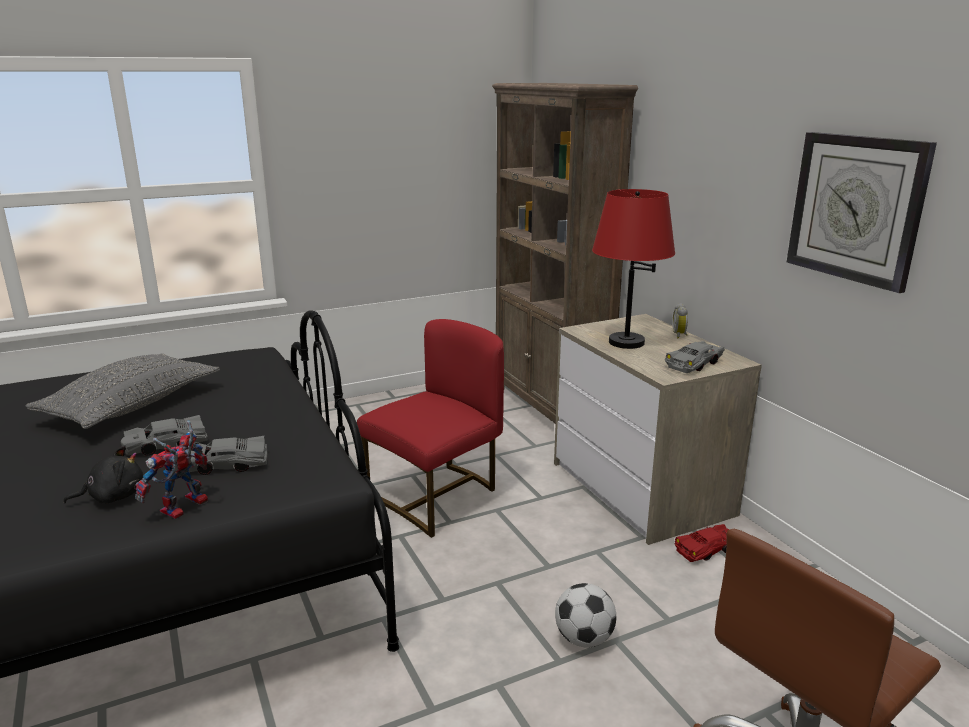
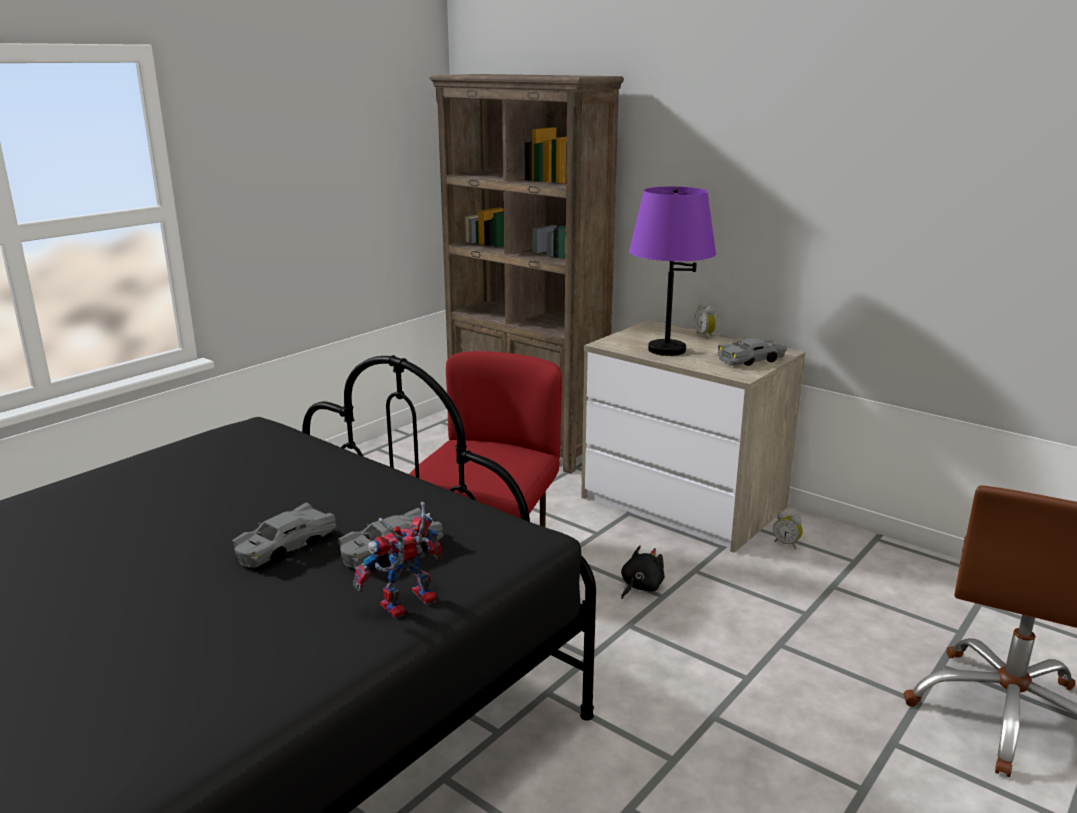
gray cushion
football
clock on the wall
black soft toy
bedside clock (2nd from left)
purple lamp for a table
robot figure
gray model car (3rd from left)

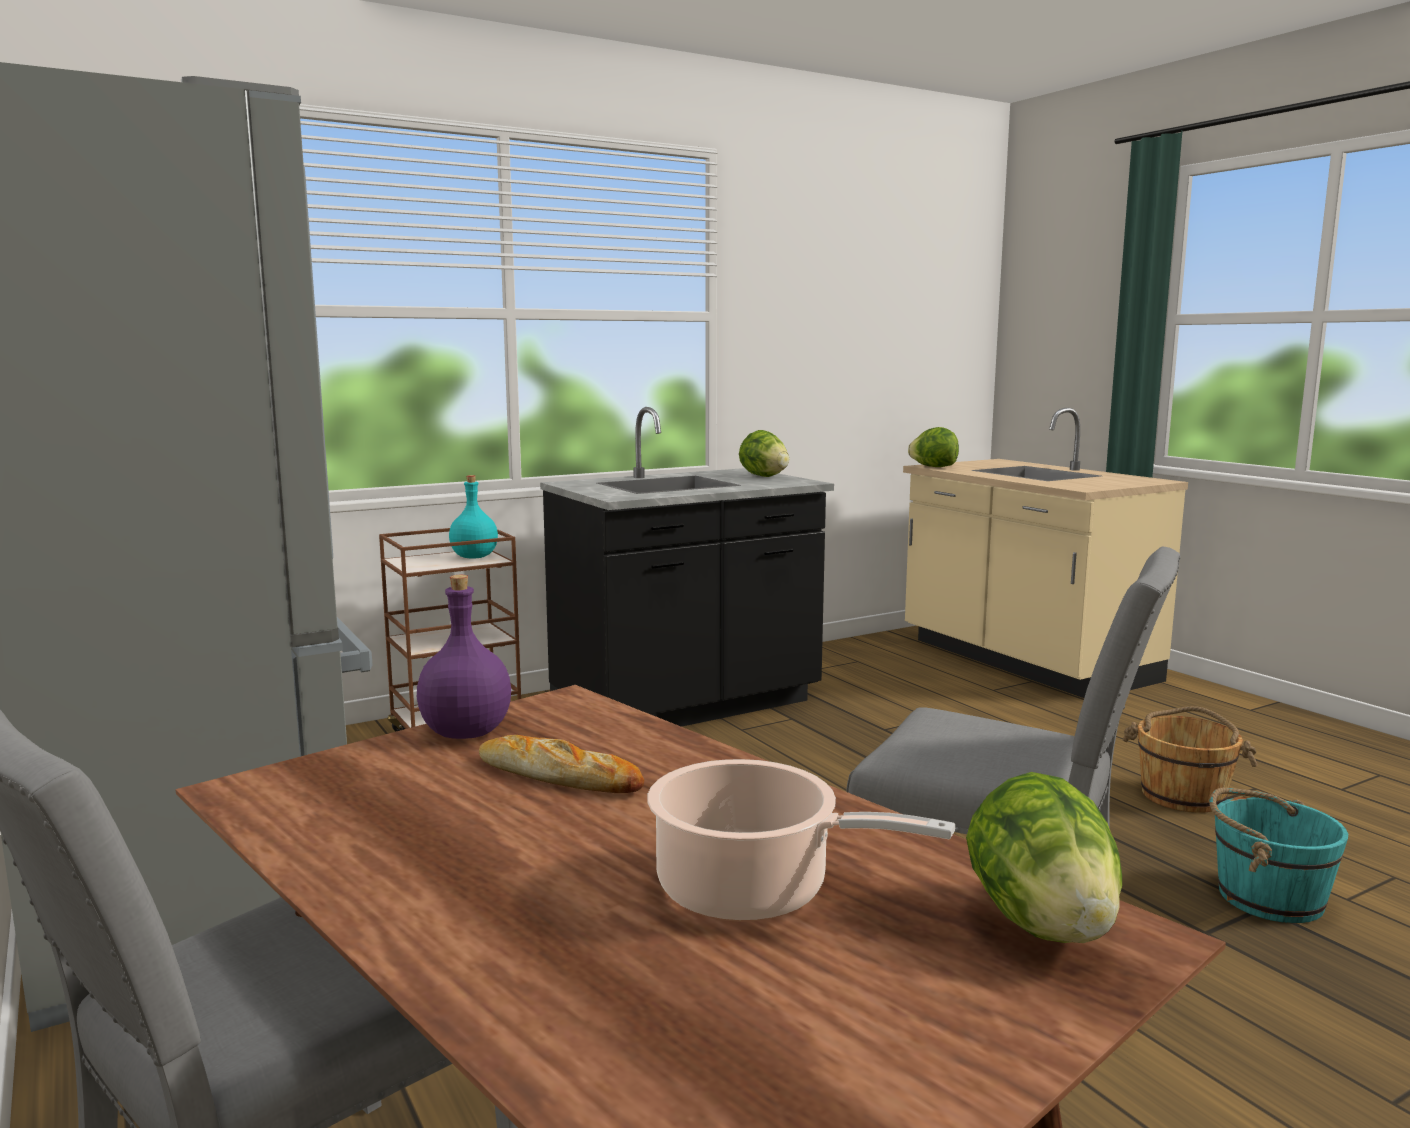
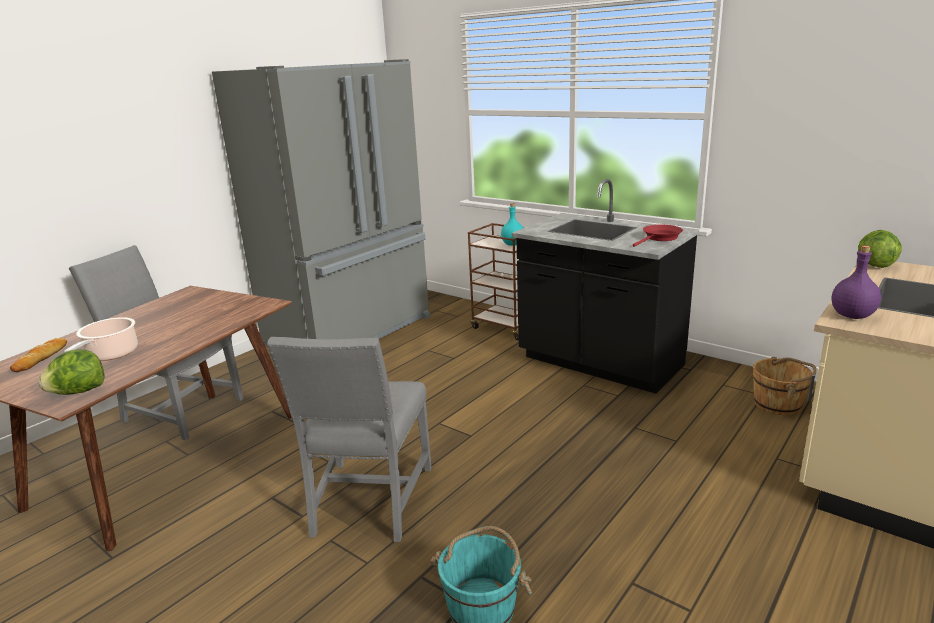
purple drink bottle
bread
brownish bucket
red-coloured skillet

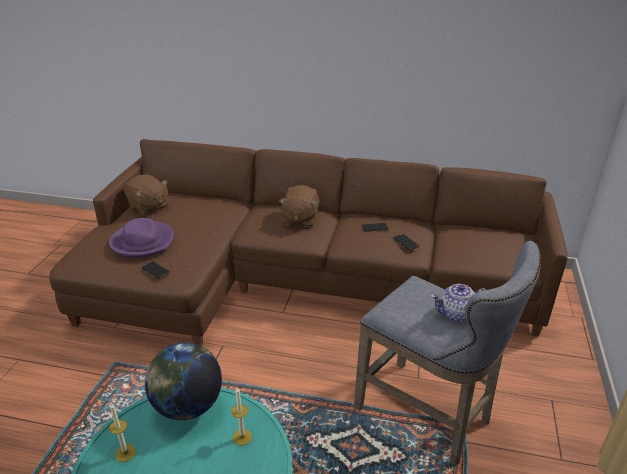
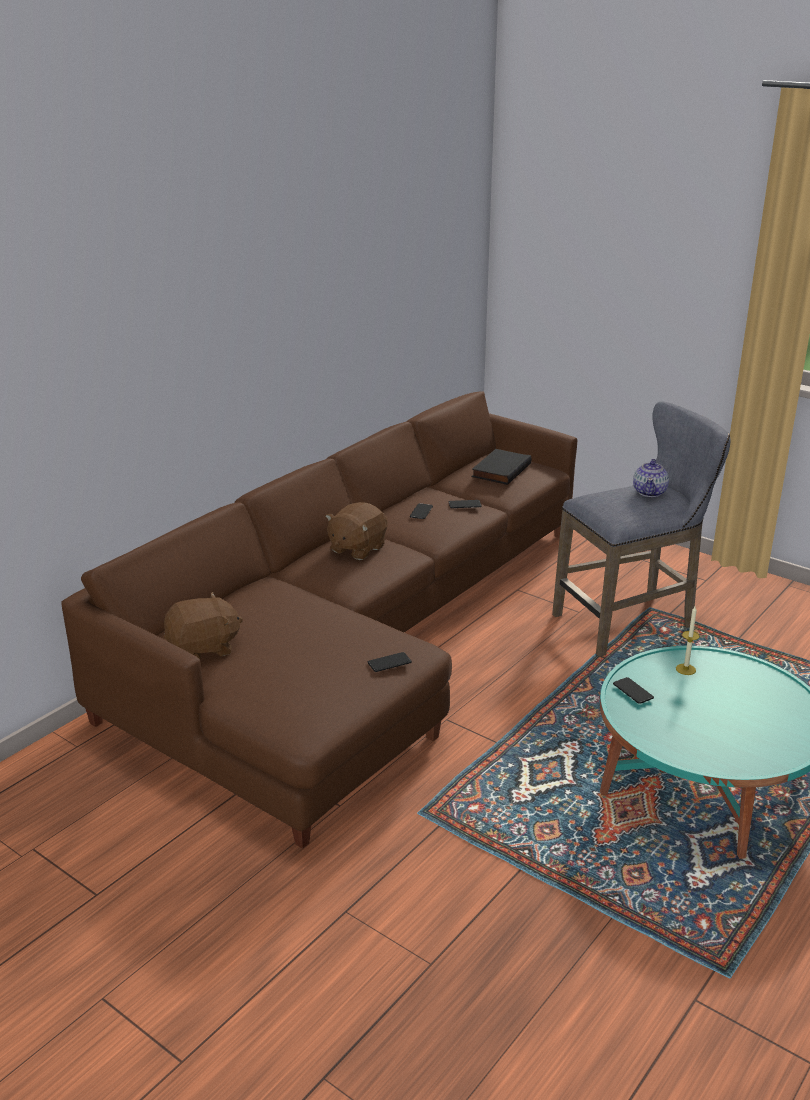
purple clothing hat
candle (1st from left in the first image)
black volume
telephone (4th from left)
brownish soft toy (2nd from left)

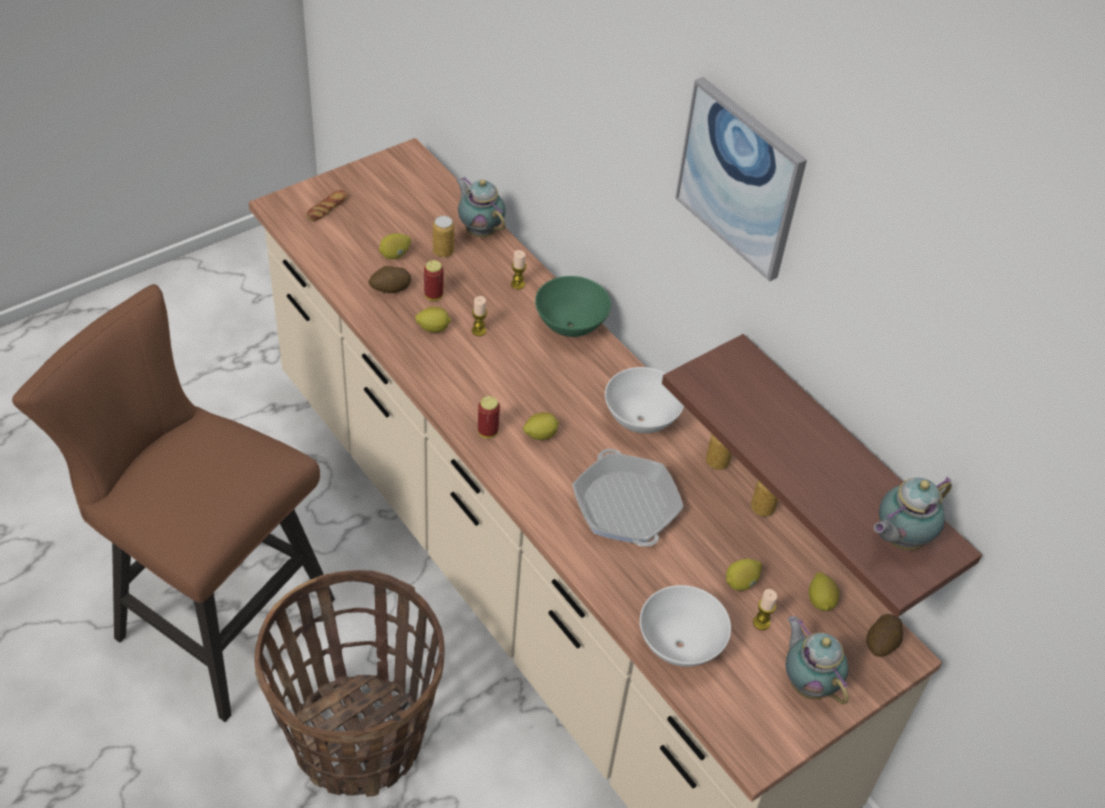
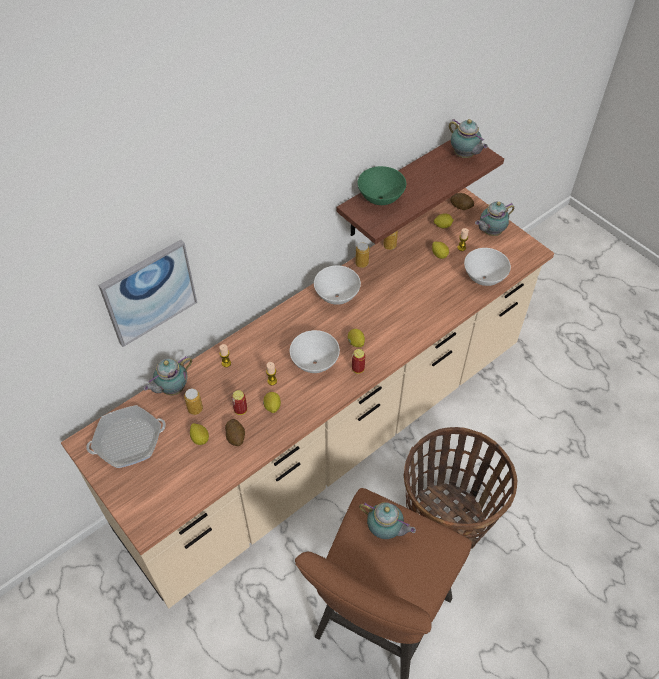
bread
white-coloured bowl (1st from left)
pot for tea (2nd from left)
green-coloured bowl
skillet
wall art

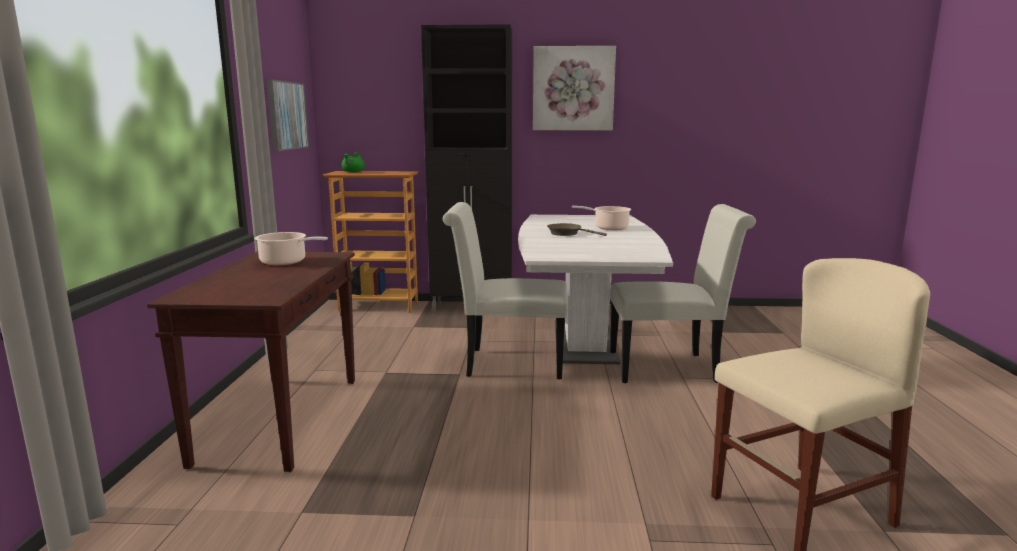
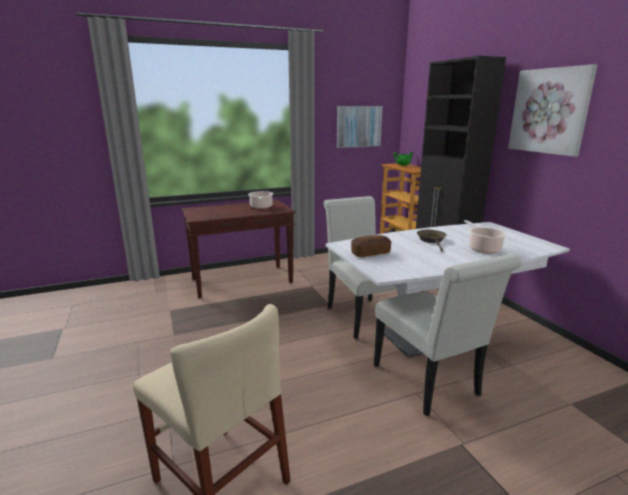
bread

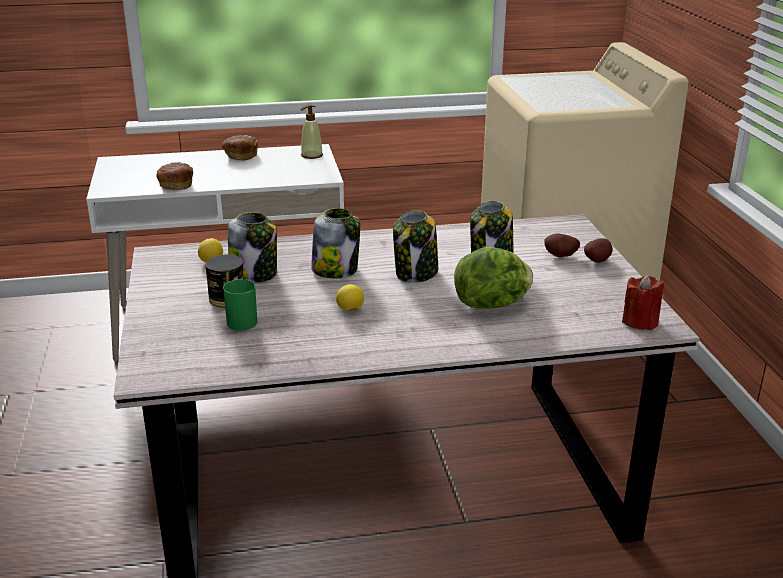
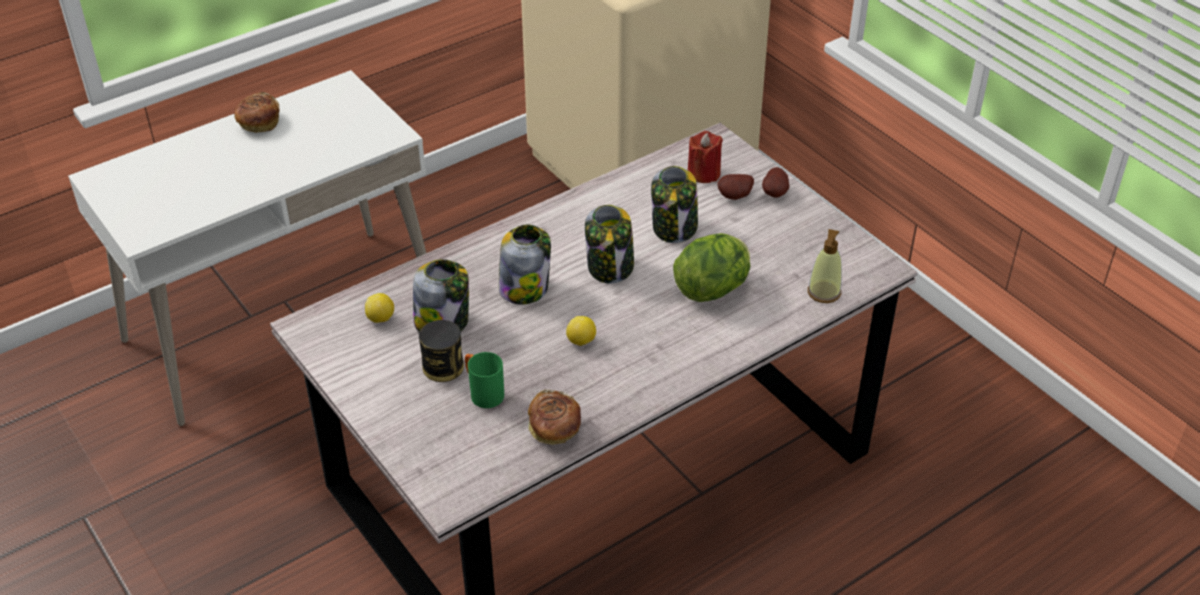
bread (2nd from left)
soap bottle
red-coloured candle

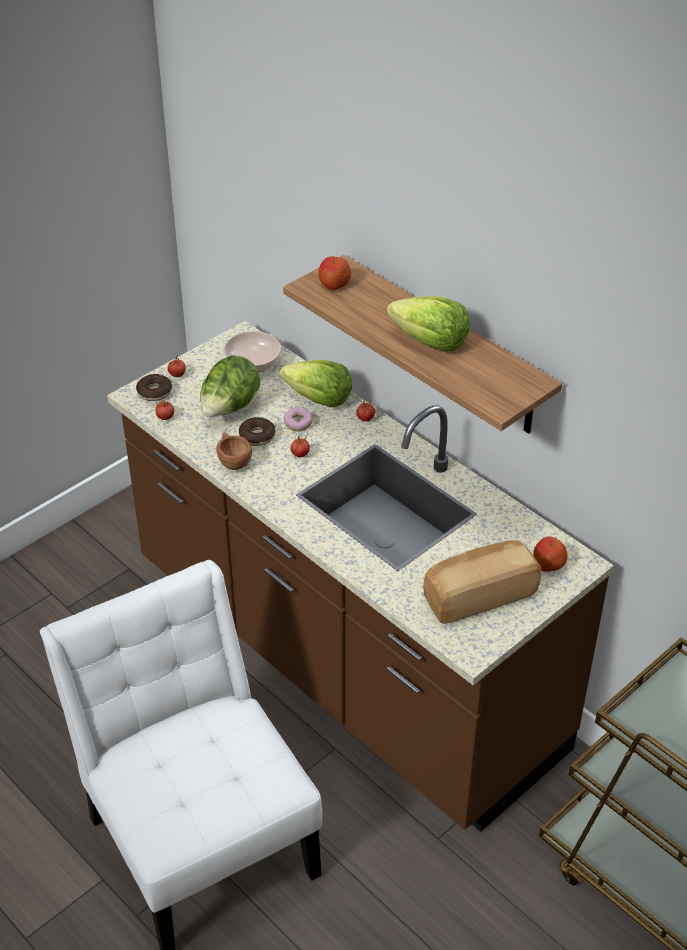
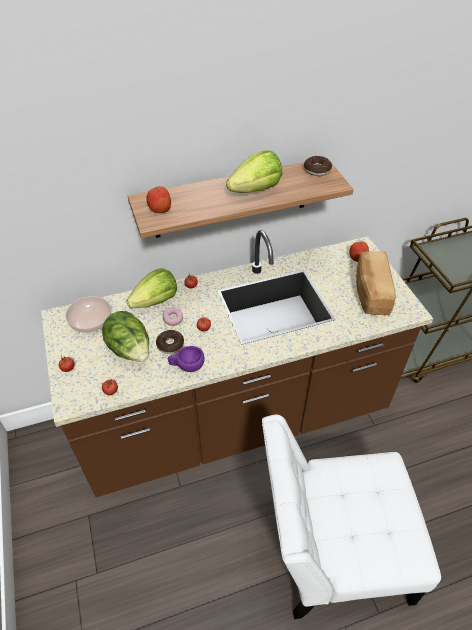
doughnut (3rd from left)
purple drinking cup

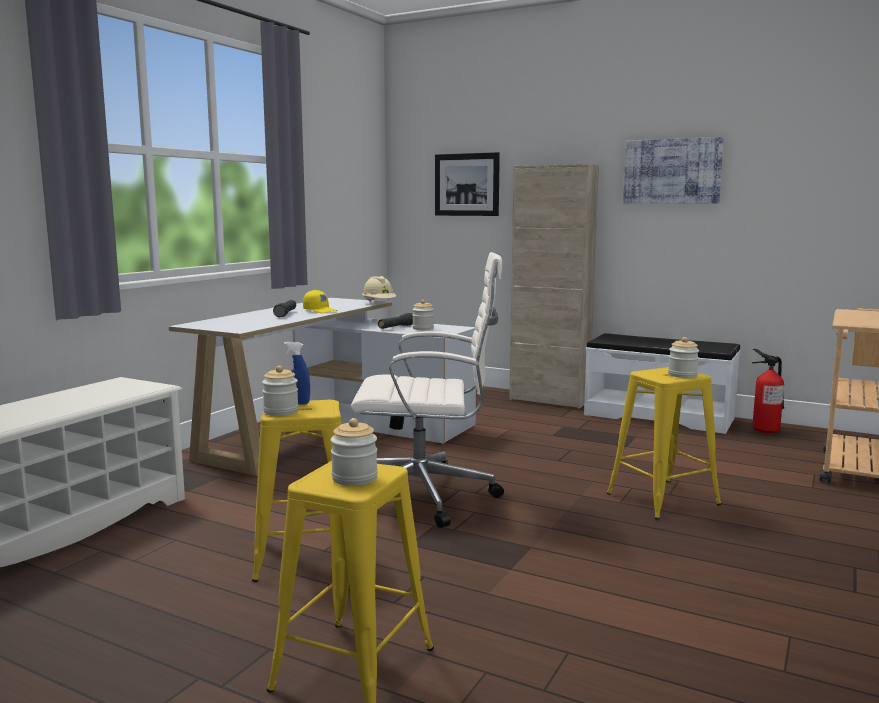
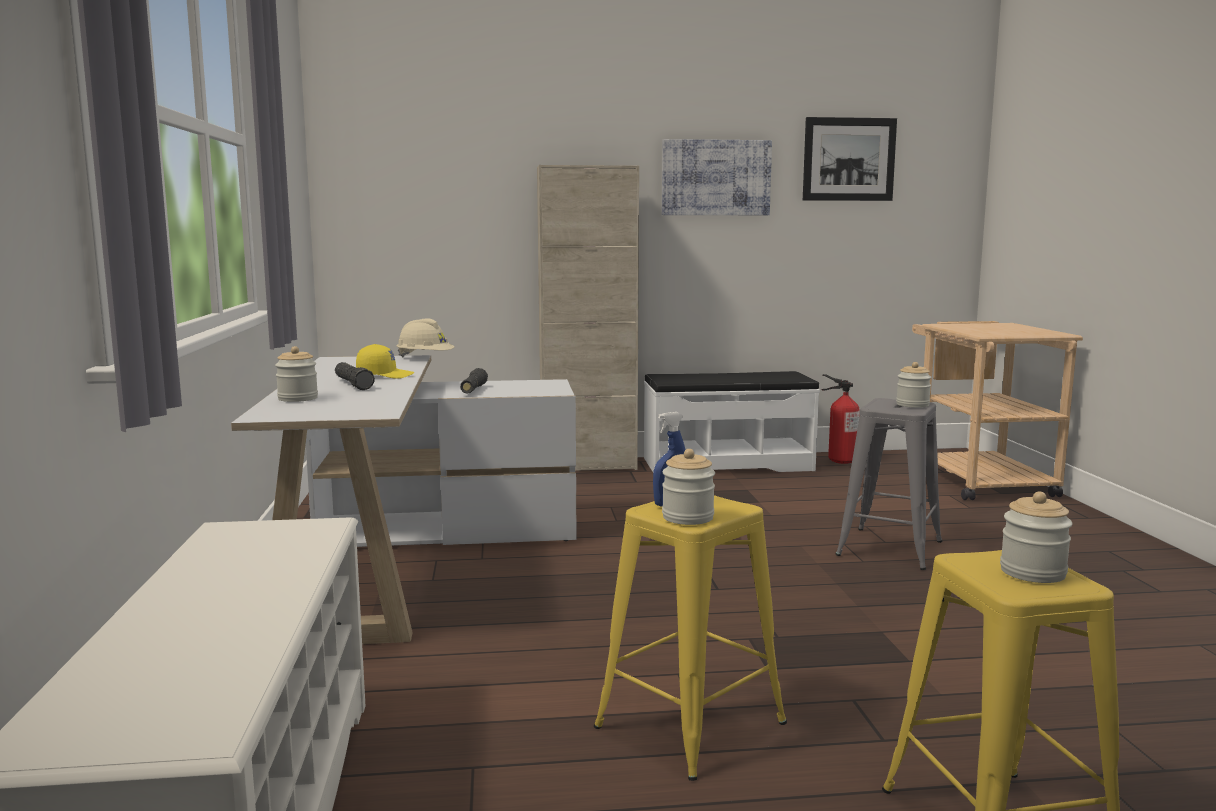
white-coloured desk chair
storage jar (1st from left)
wall art (2nd from left)
gray stool seat

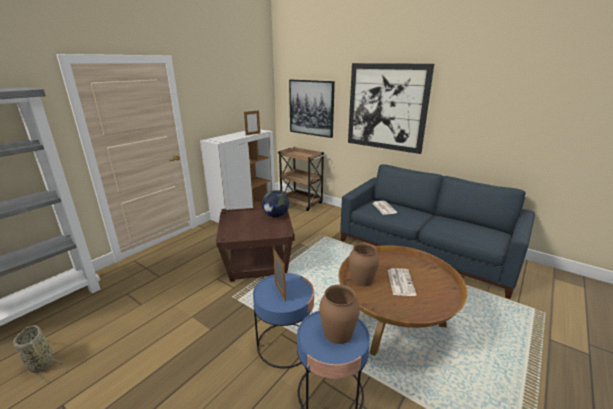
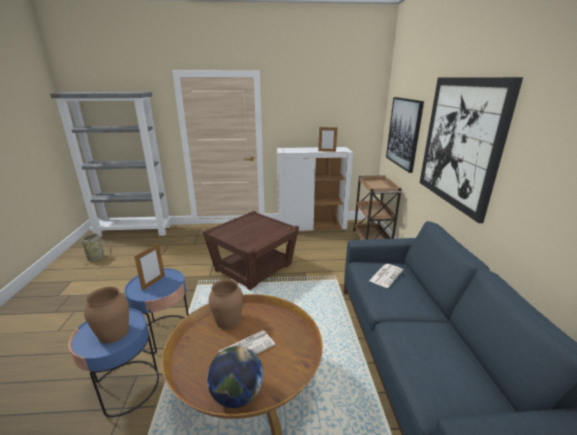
desk globe

